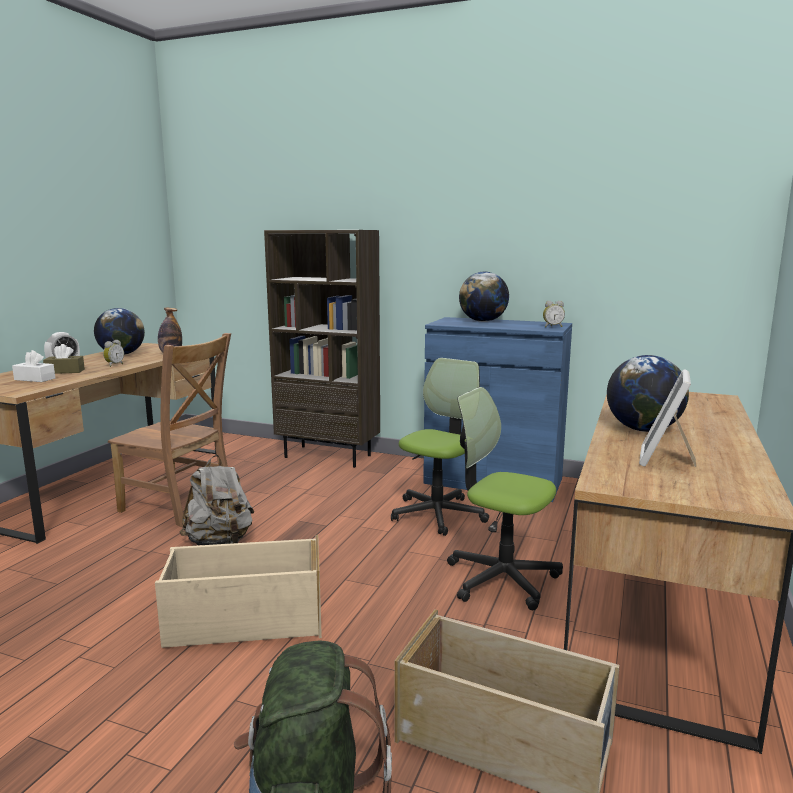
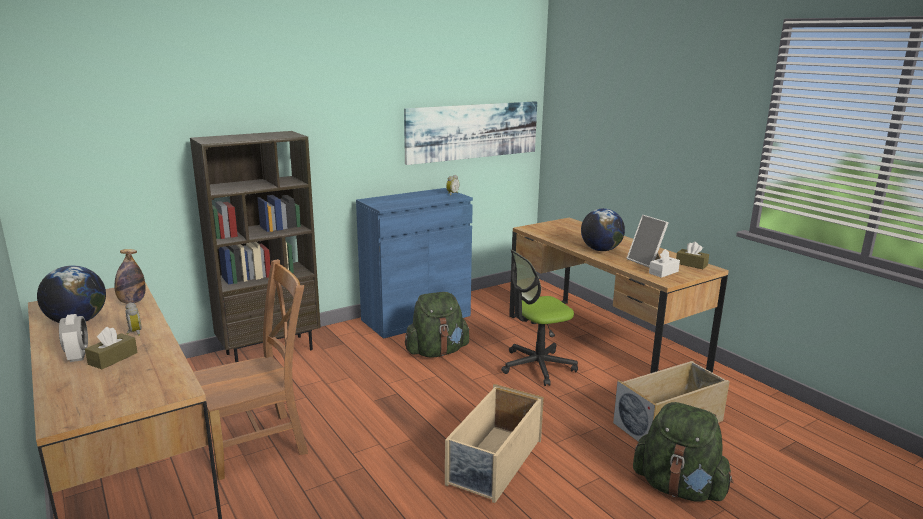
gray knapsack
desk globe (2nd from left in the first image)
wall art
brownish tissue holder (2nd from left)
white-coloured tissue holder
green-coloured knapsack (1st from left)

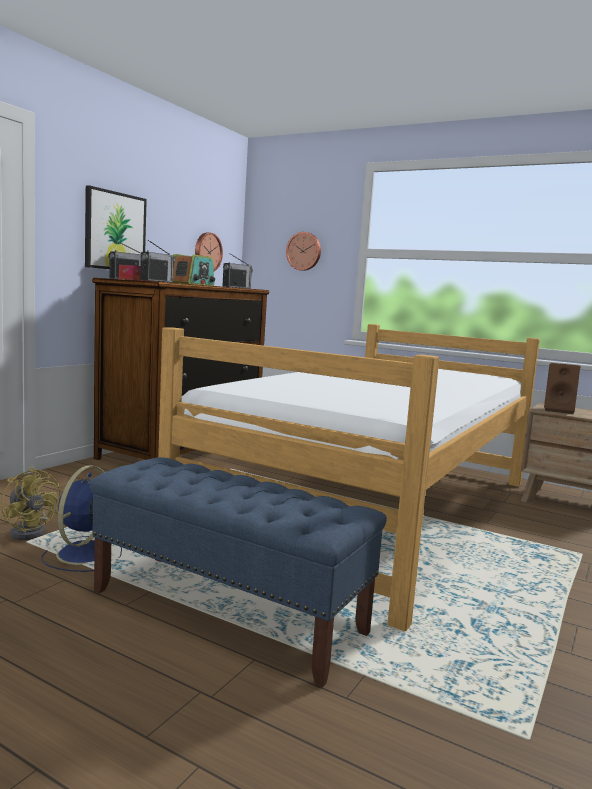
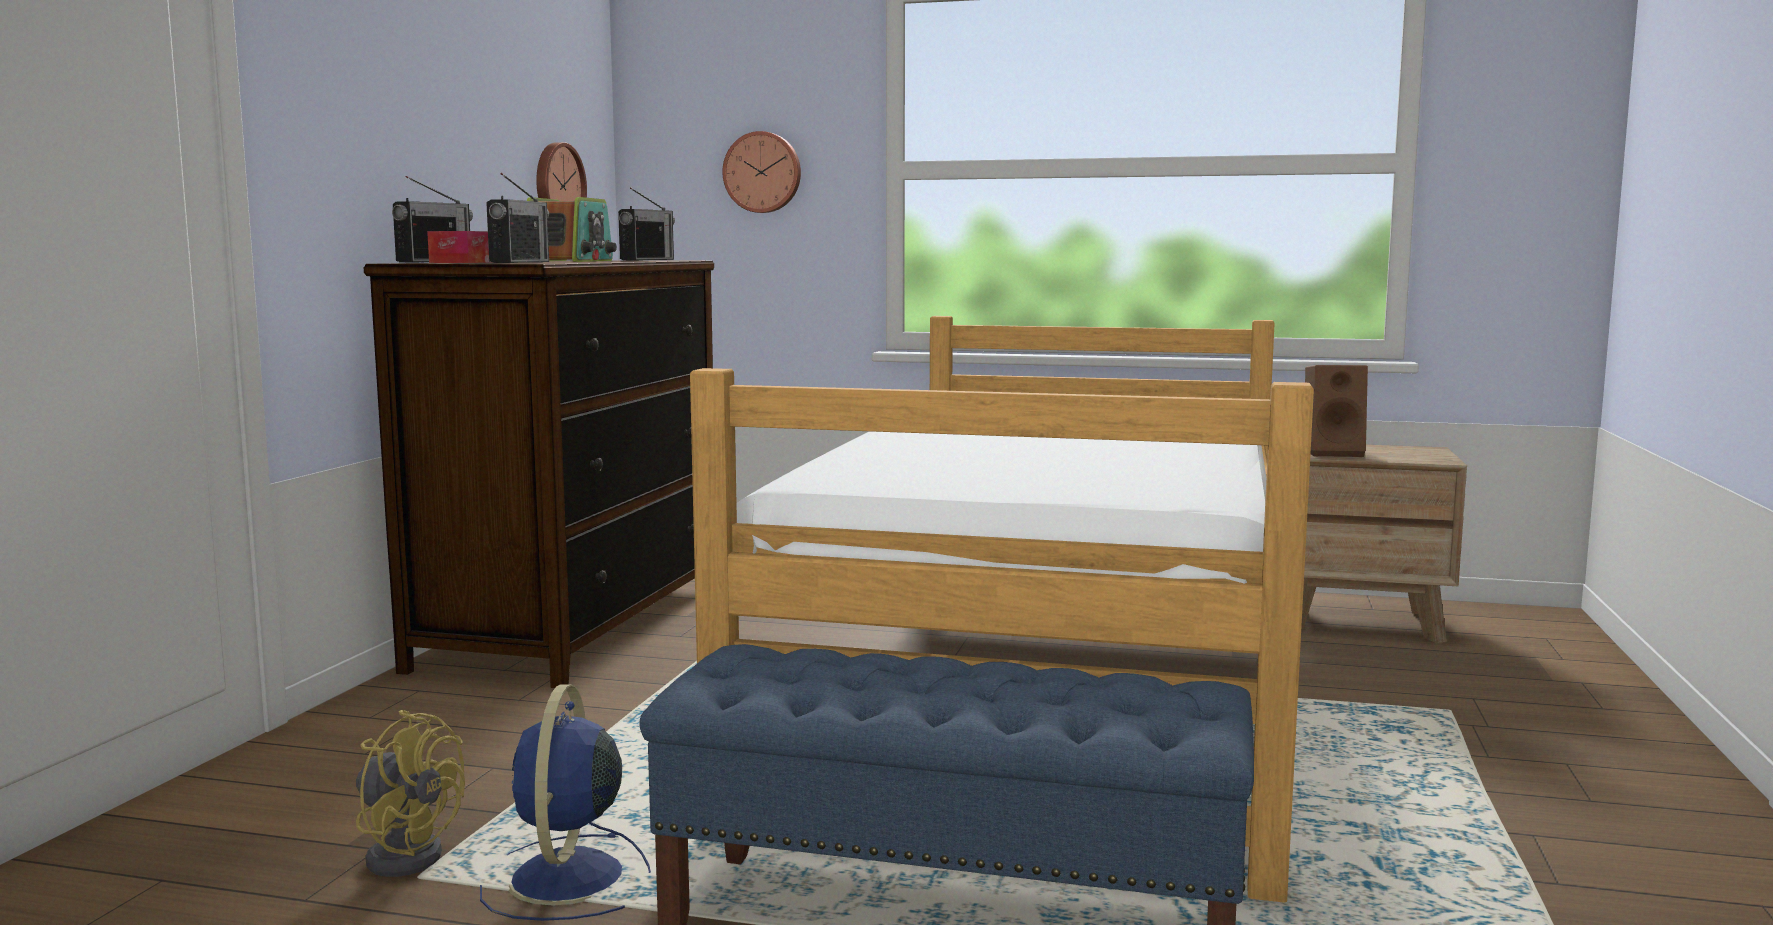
wall art

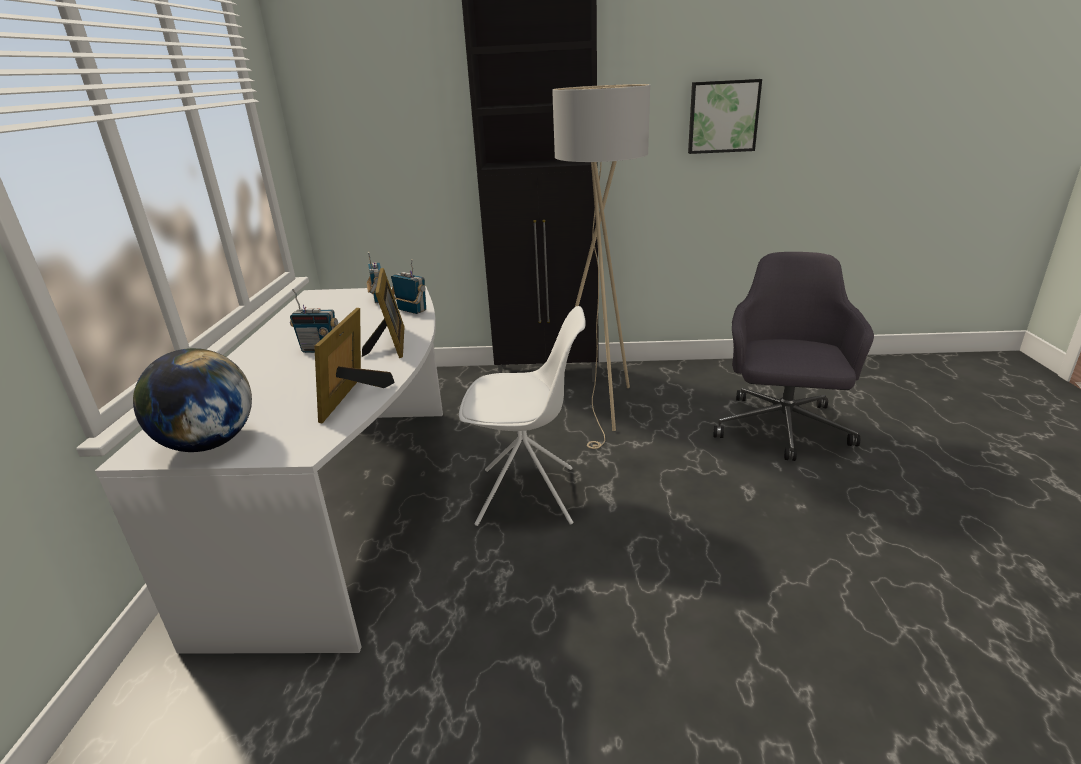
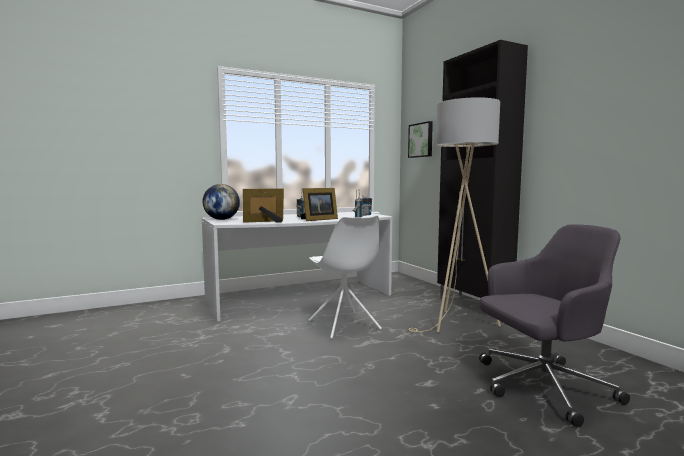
wall art

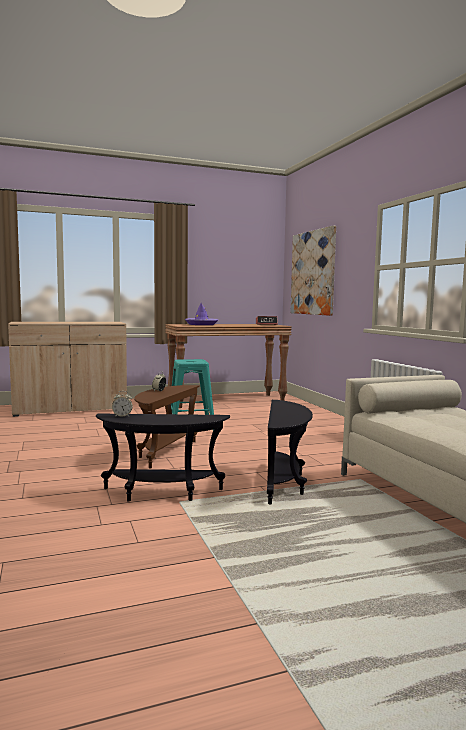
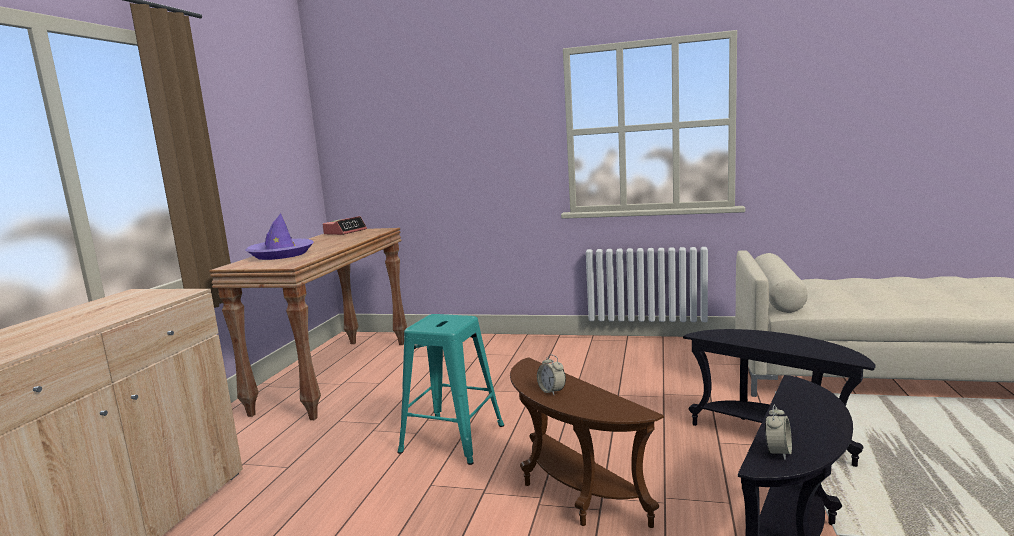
wall art

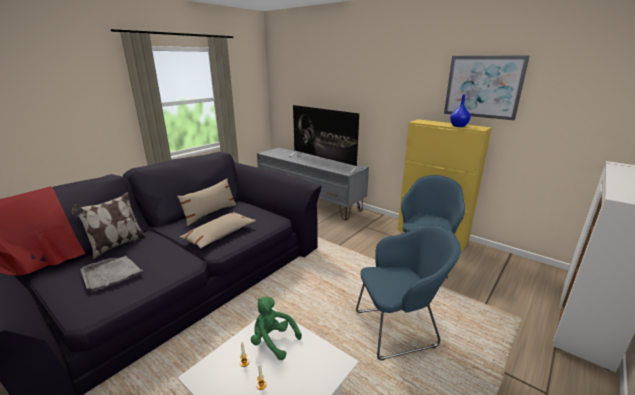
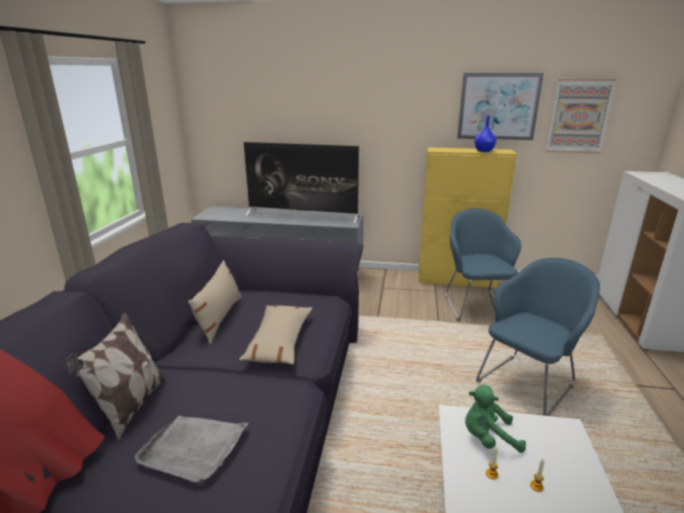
wall art (2nd from left)

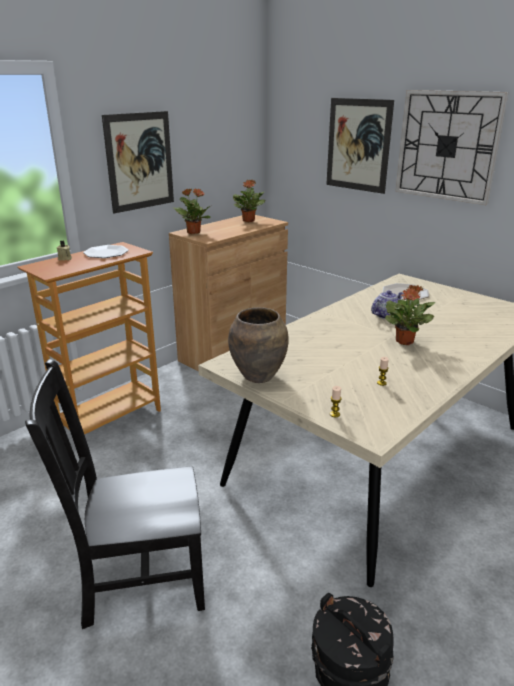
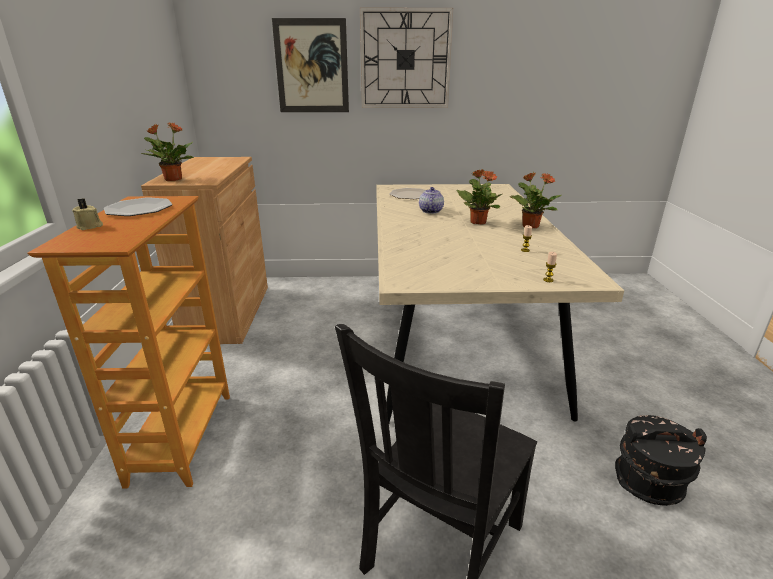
wall art (1st from left in the first image)
brownish vase
houseplant (3rd from left)

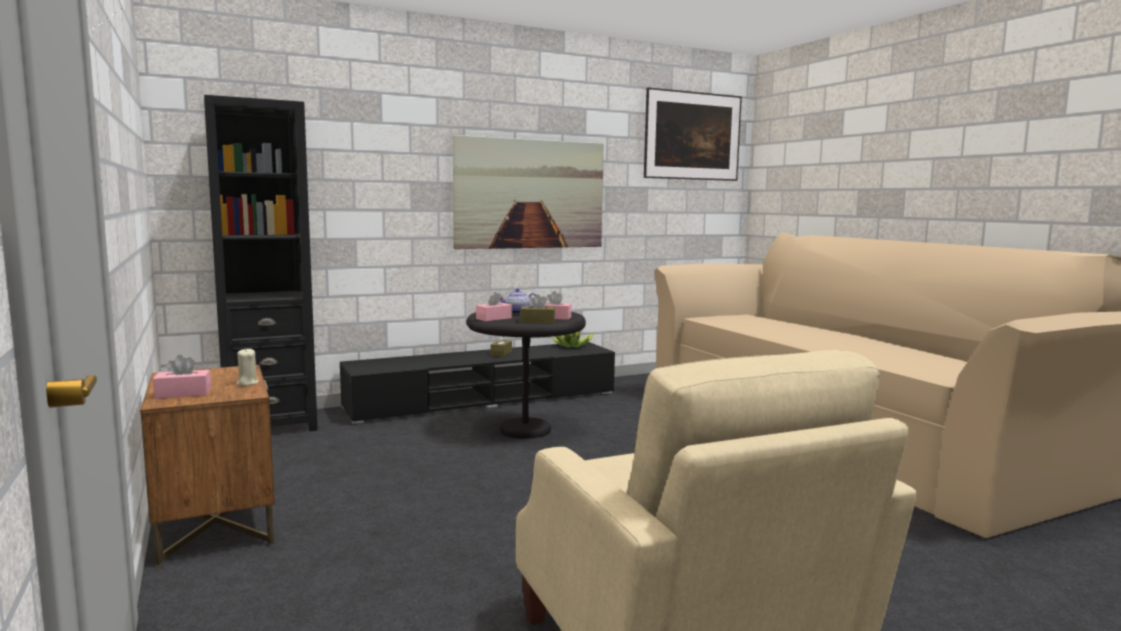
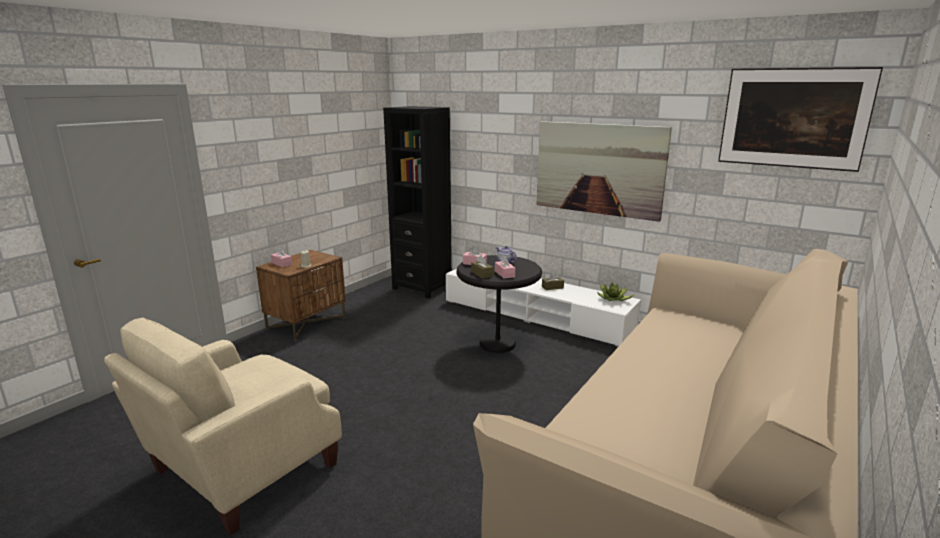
white-coloured media console

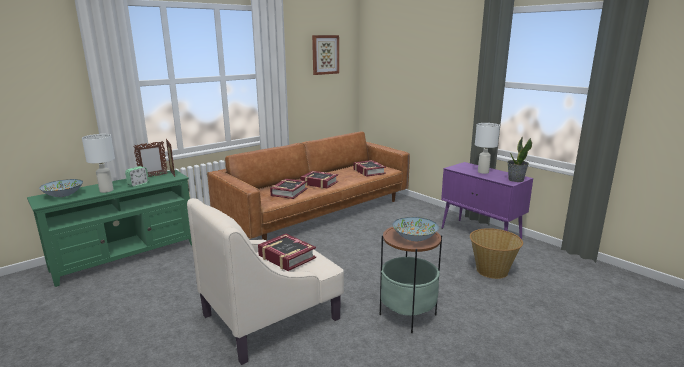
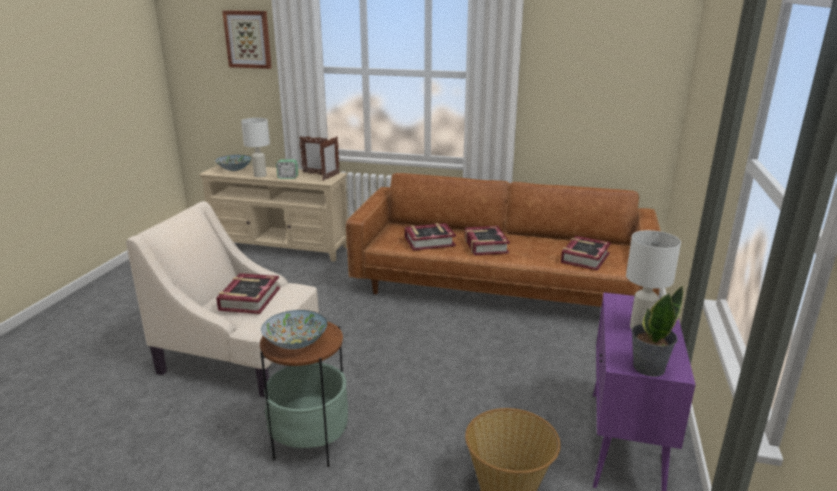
wall art
beige media console

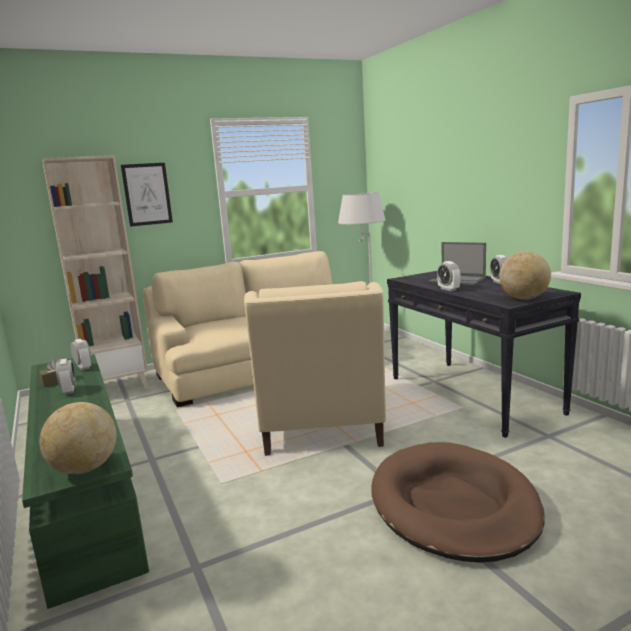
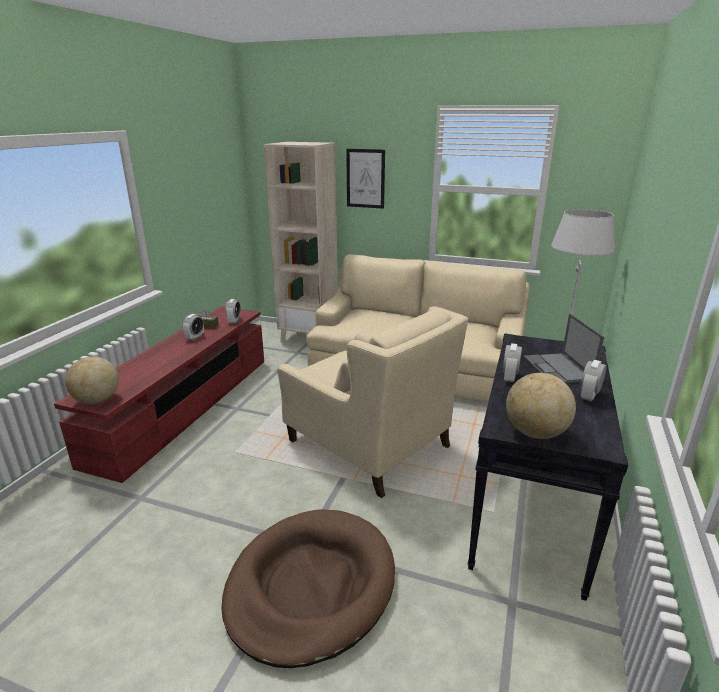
red-coloured media console
beige armchair

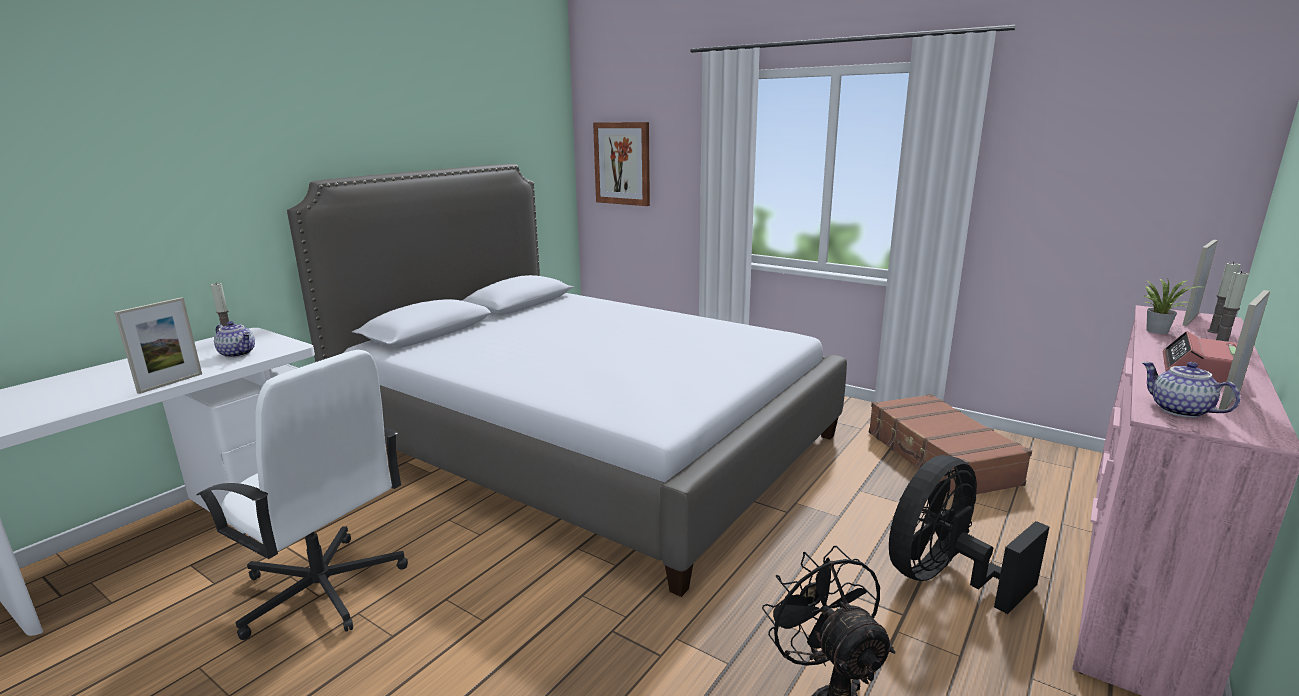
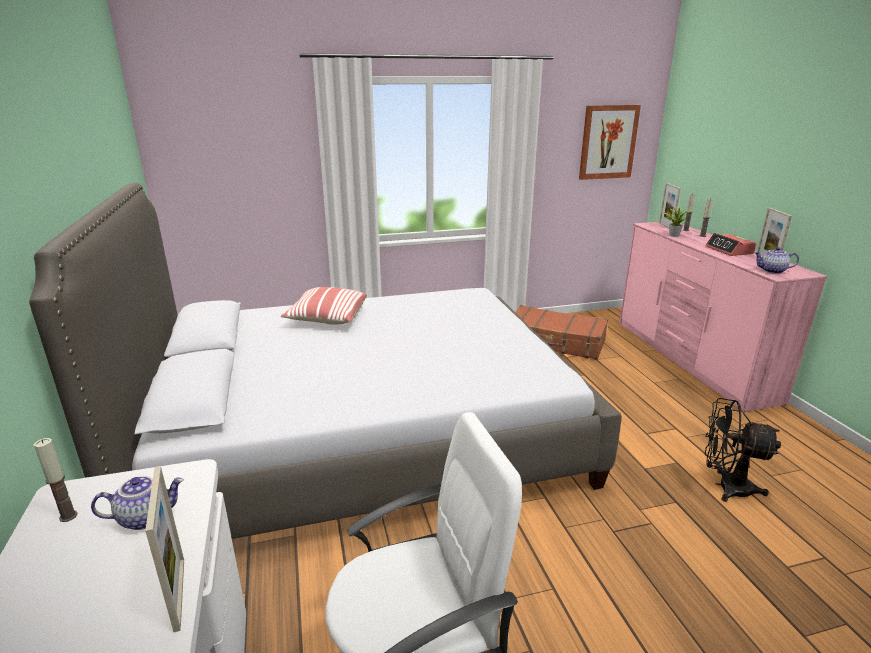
black fan (2nd from left in the first image)
cushion
wall art

